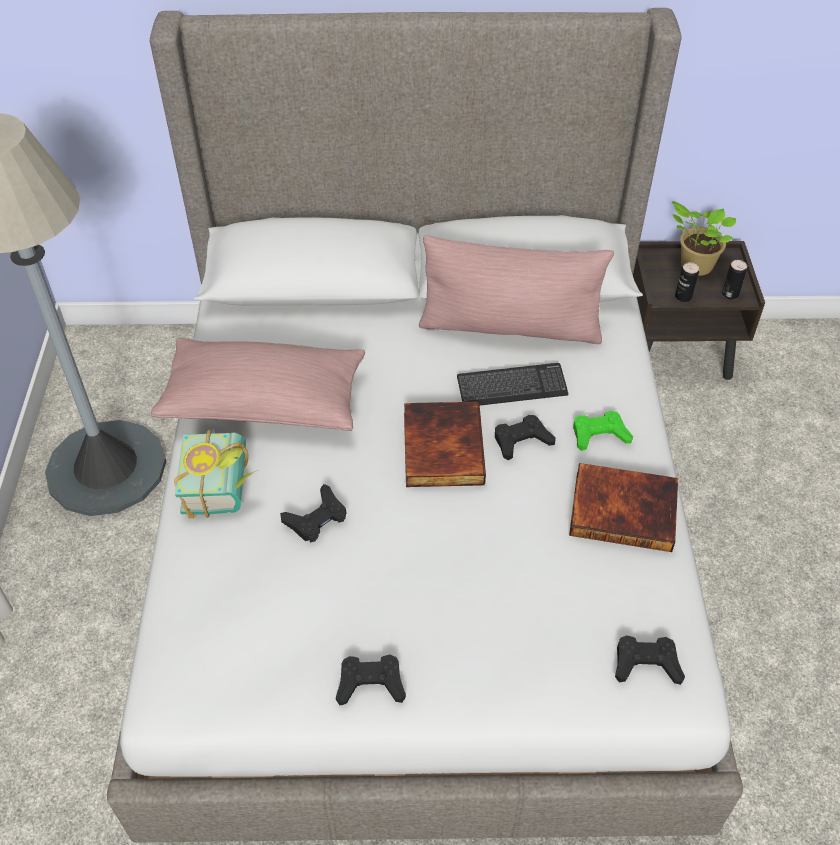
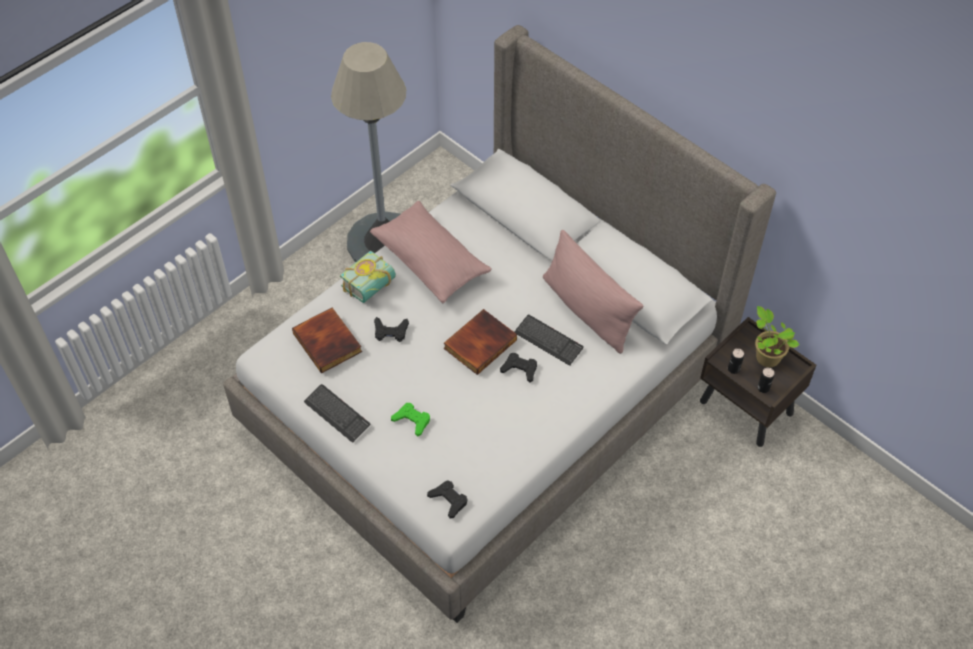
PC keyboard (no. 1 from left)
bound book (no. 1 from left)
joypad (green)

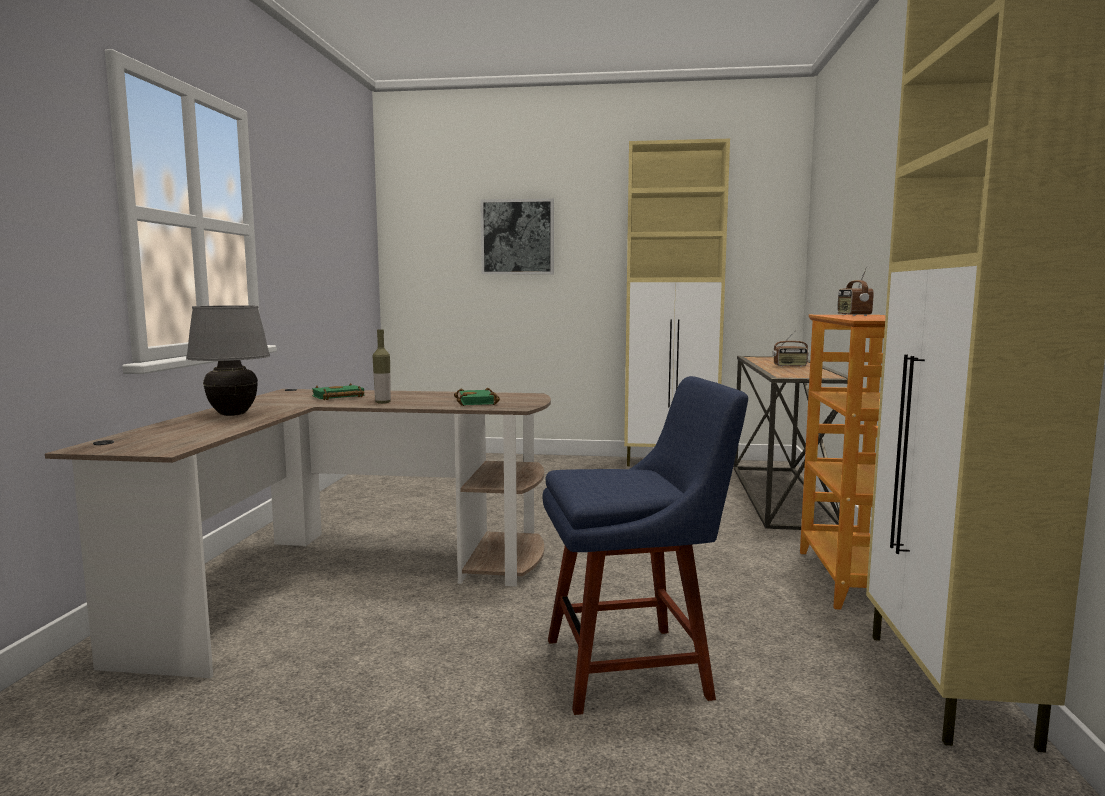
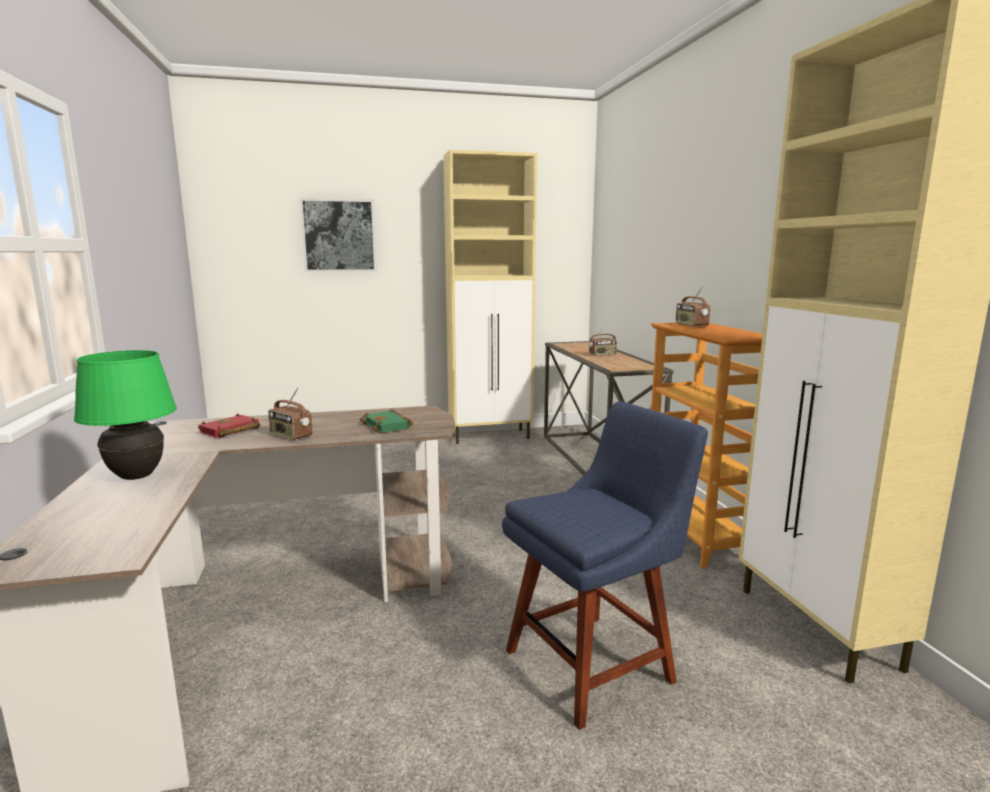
tabletop lamp (green)
bound book (red)
radio (no. 1 from left)

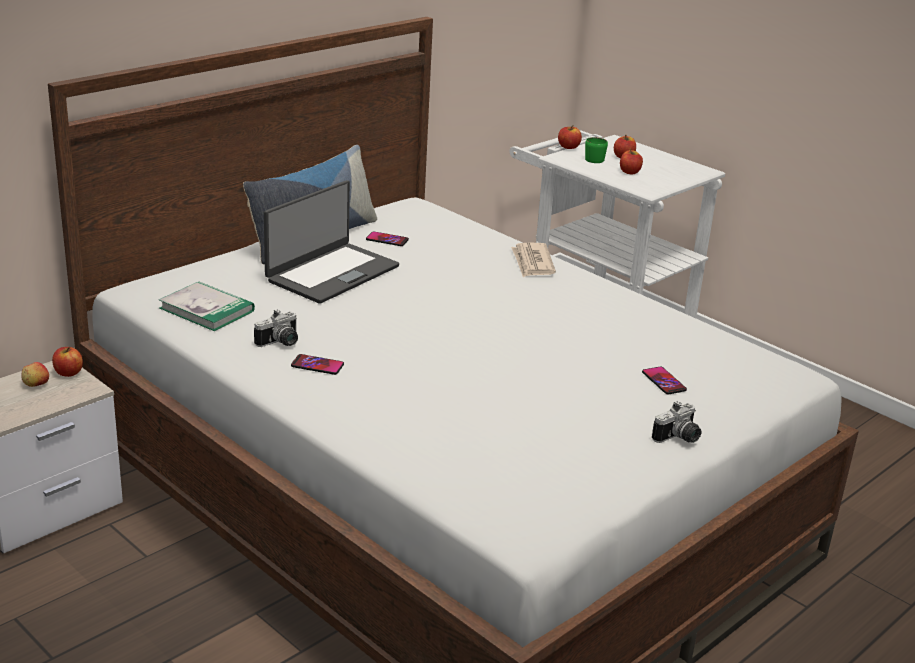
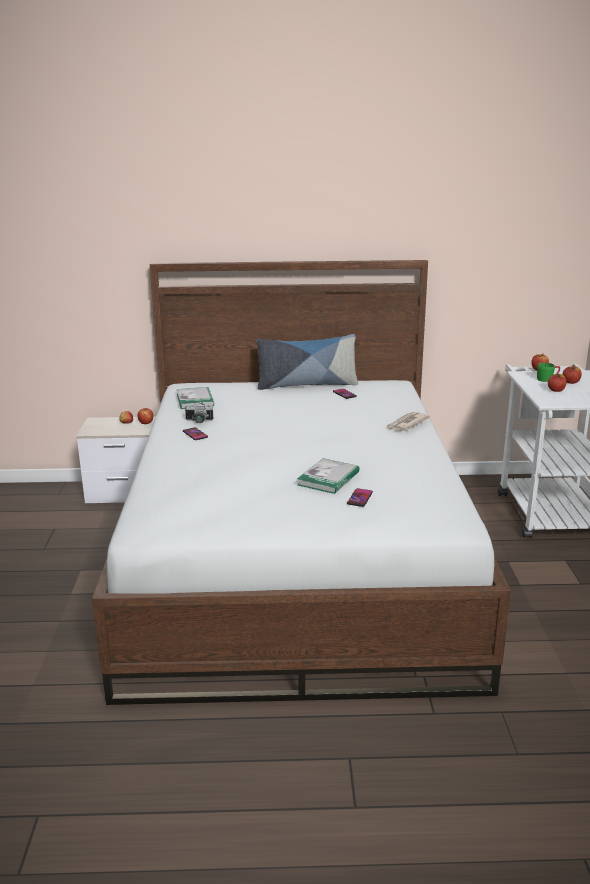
portable computer
still camera (no. 2 from left in the first image)
bound book (no. 2 from left)

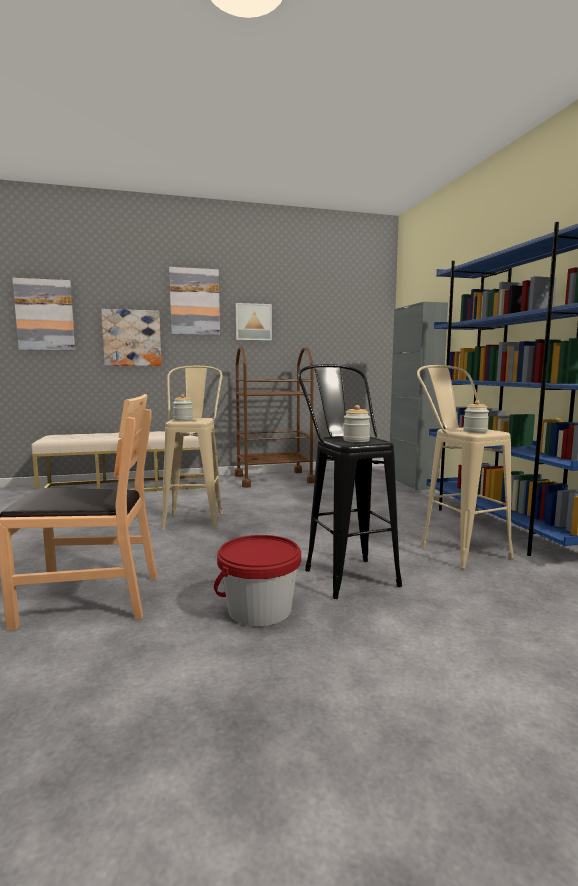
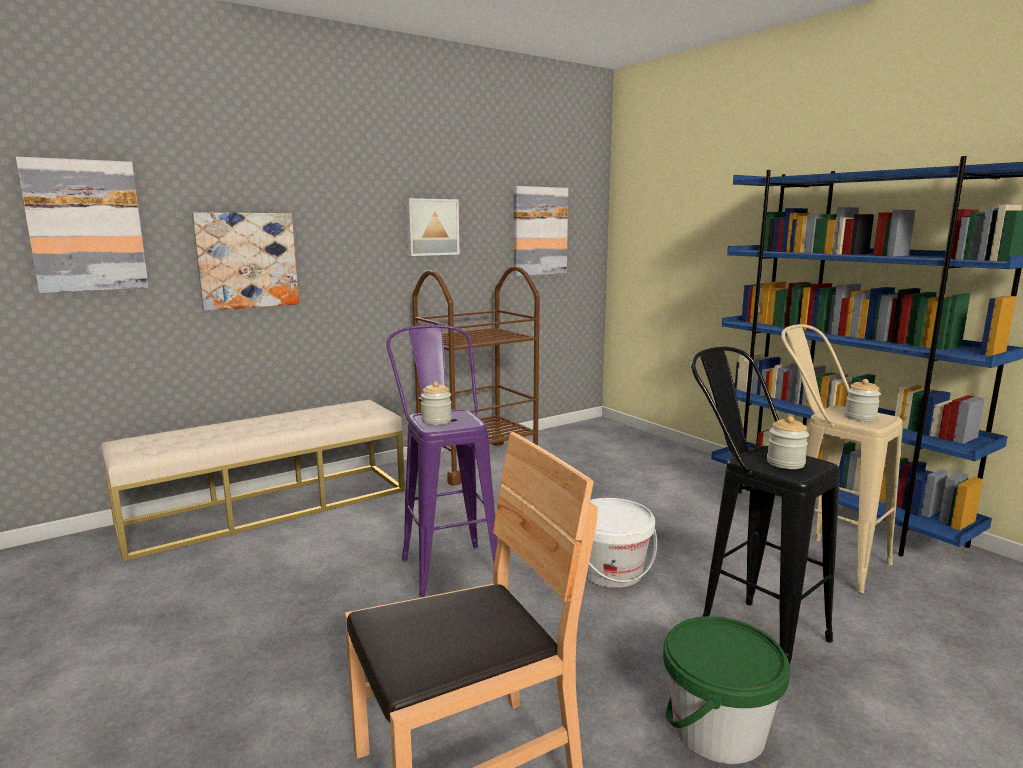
stool (purple-coloured)
wall art (no. 4 from left)
water bucket (green)
cupboard (gray)
water bucket (whitish)

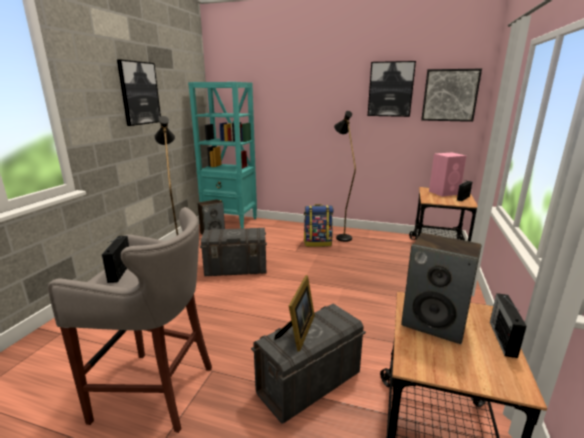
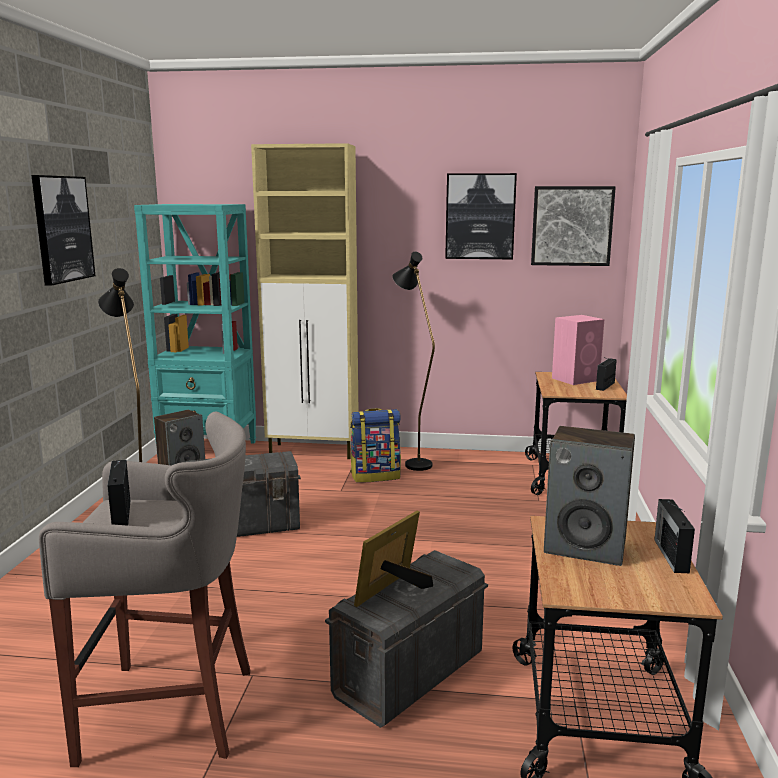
standing frame
cupboard (beige-coloured)

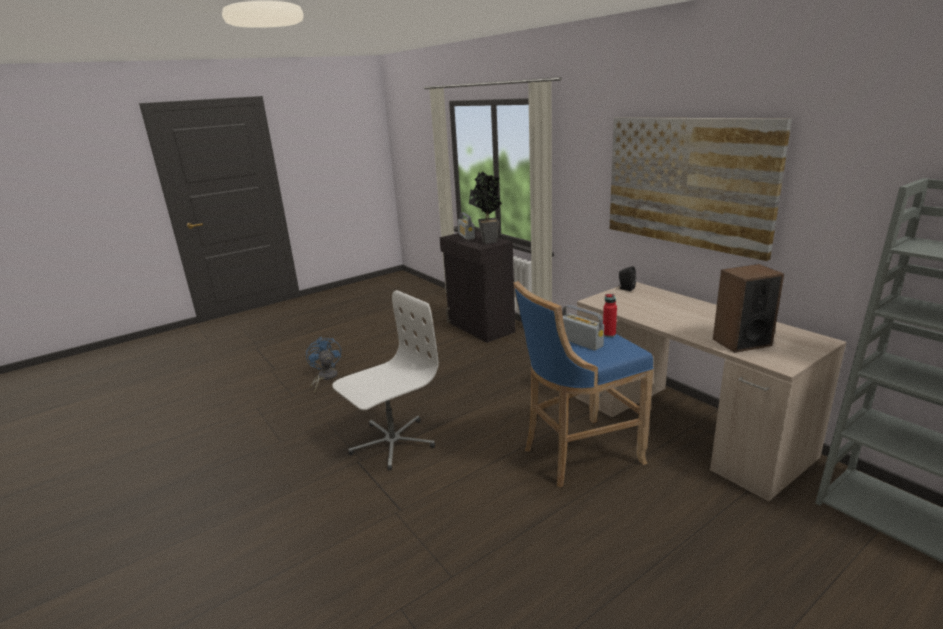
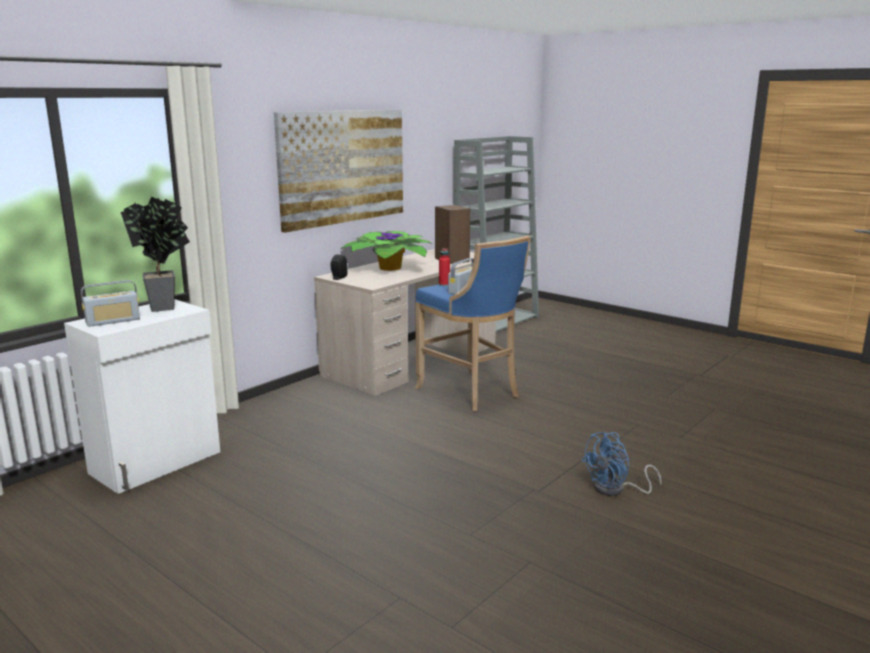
electric fan (blue)
office chair (whitish)
cupboard (whitish)
plant in a pot (no. 2 from left)

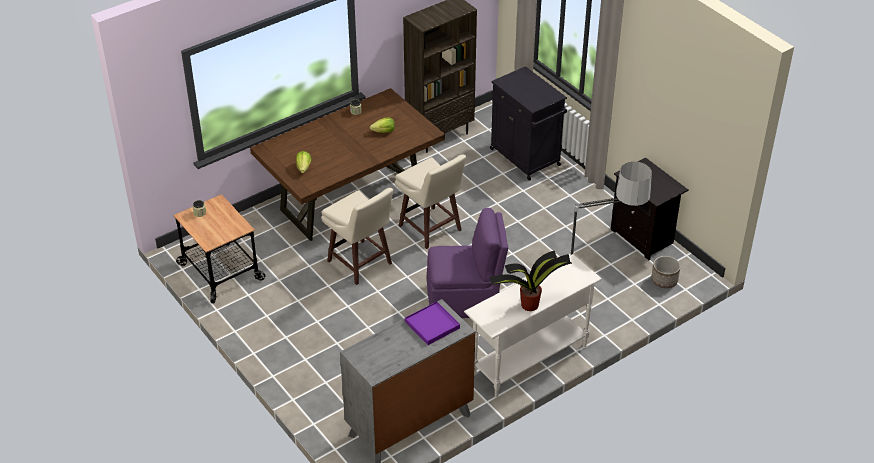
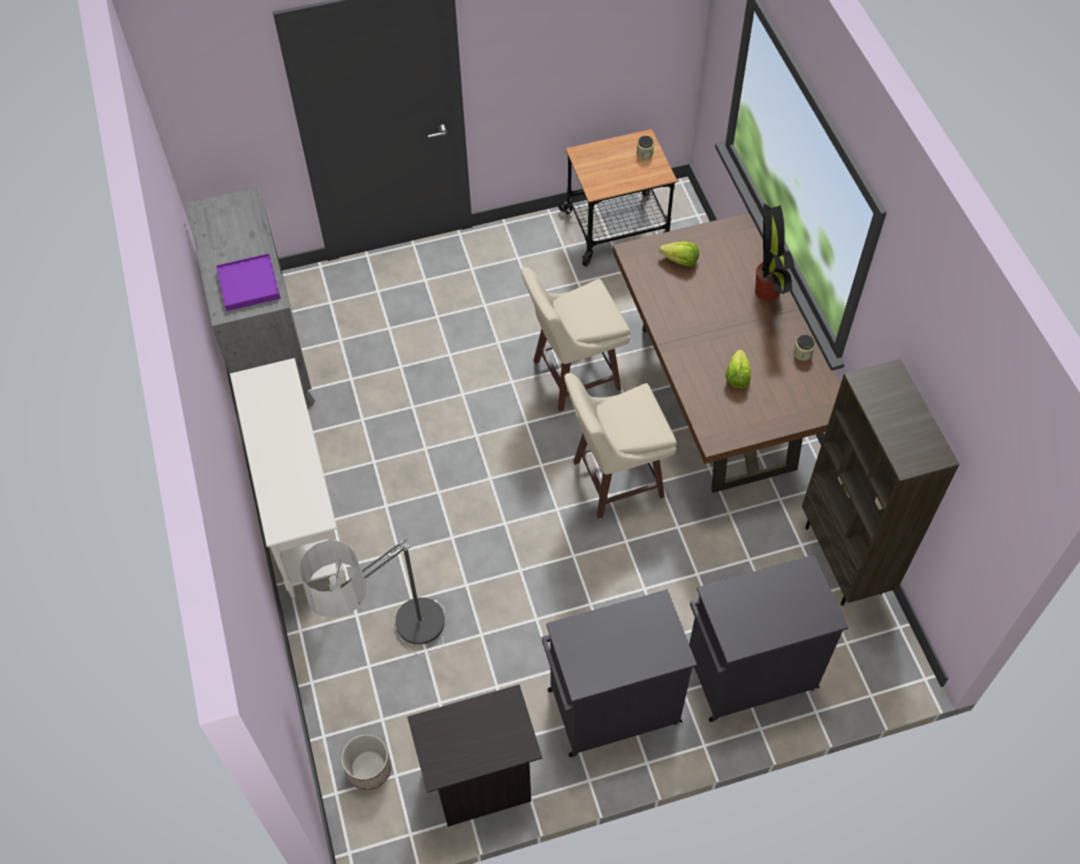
chair (purple-coloured)
plant in a pot
cupboard (blackish) (no. 1 from left)

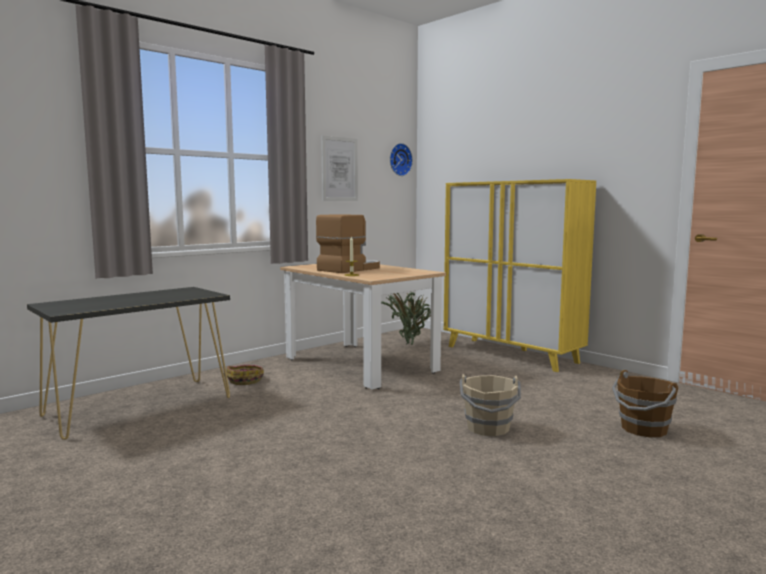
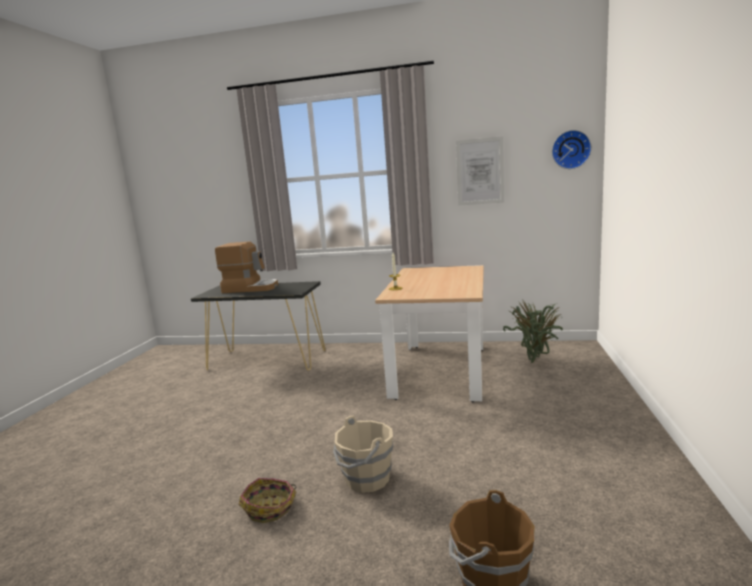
household basket
coffee brewer
cupboard (yellowish)

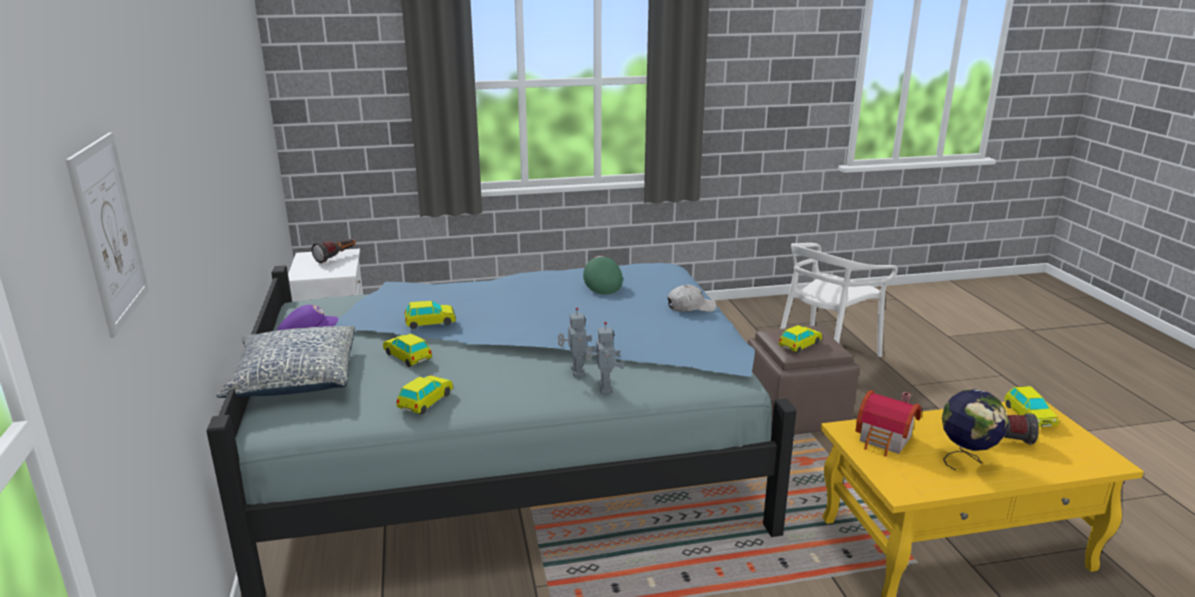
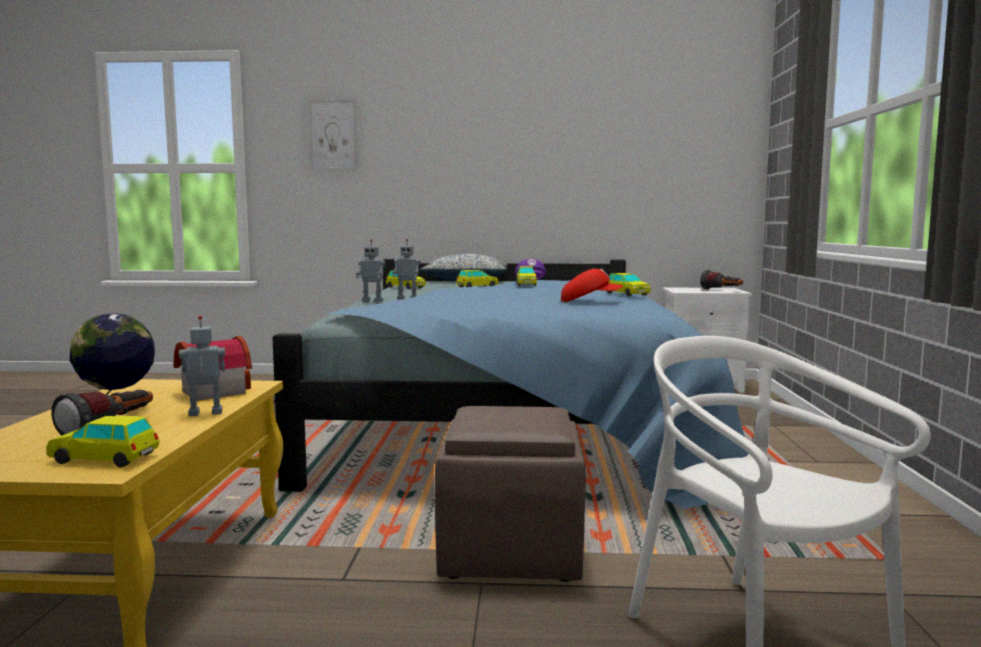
cap (red)
cap (whitish)
toy car (no. 5 from left)
model robot (no. 1 from left)

